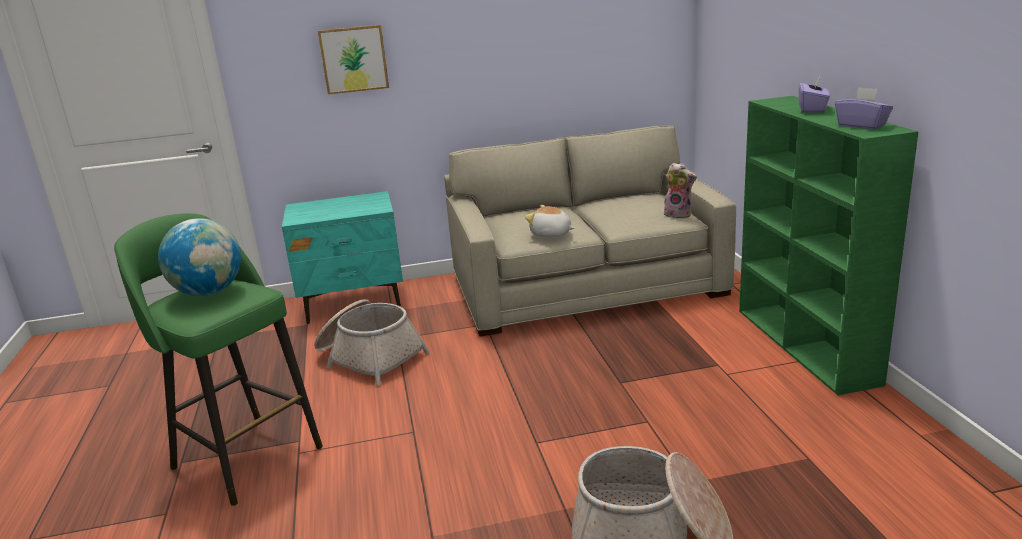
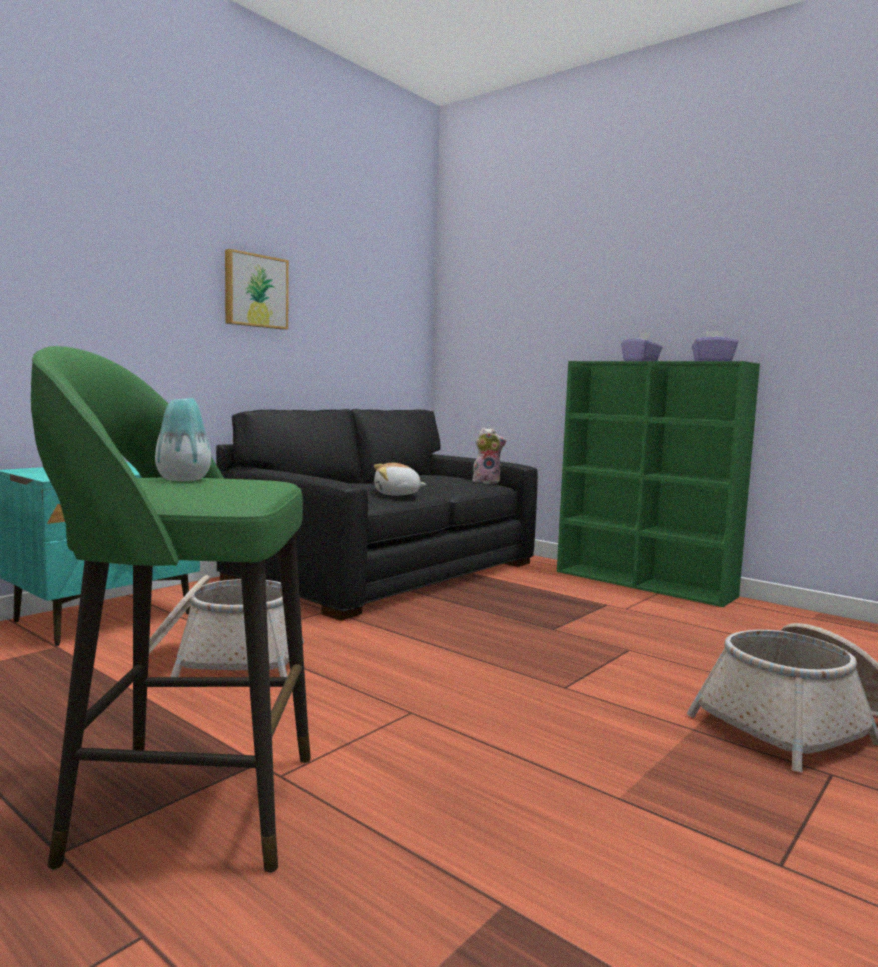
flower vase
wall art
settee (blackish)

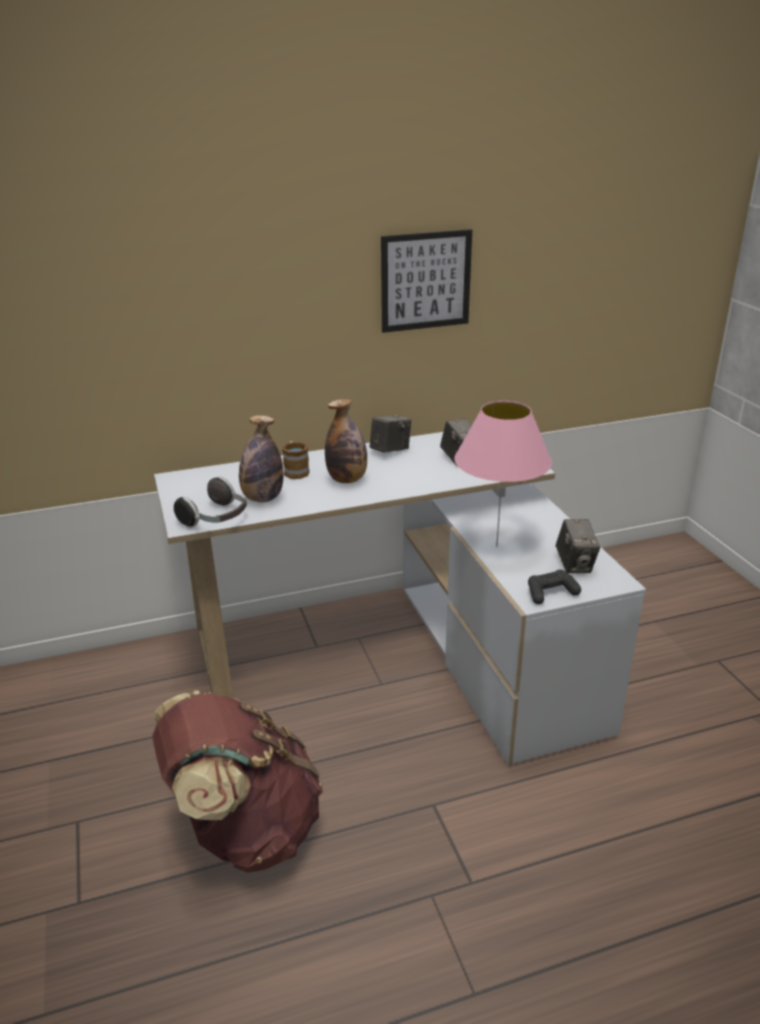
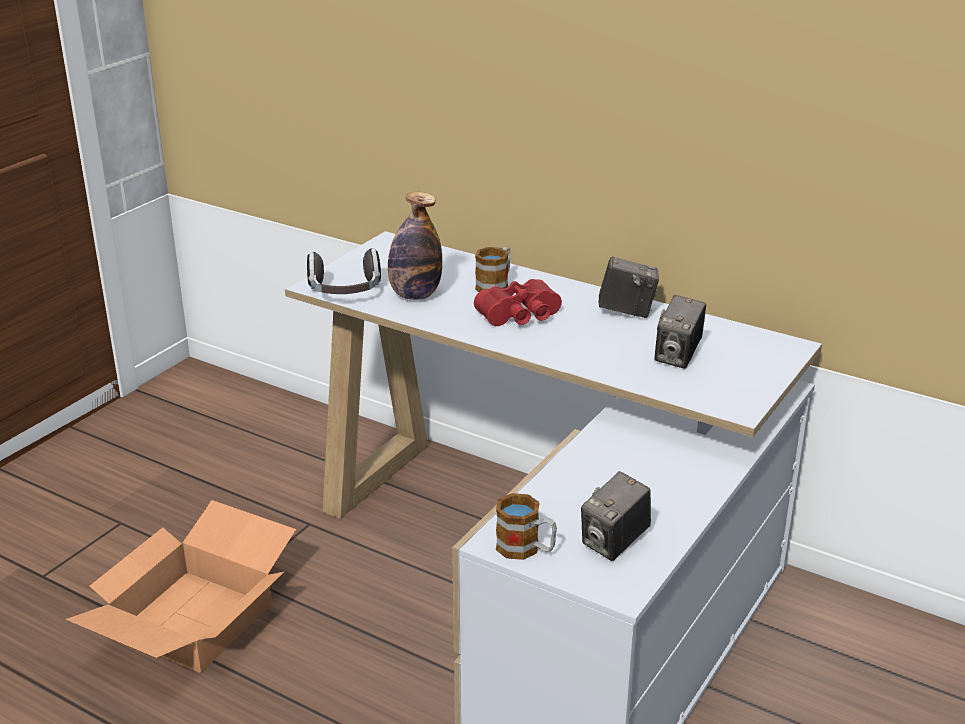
packing box
pair of binoculars (red)
wall art
tabletop lamp (pinkish)
tea mug (no. 2 from left)

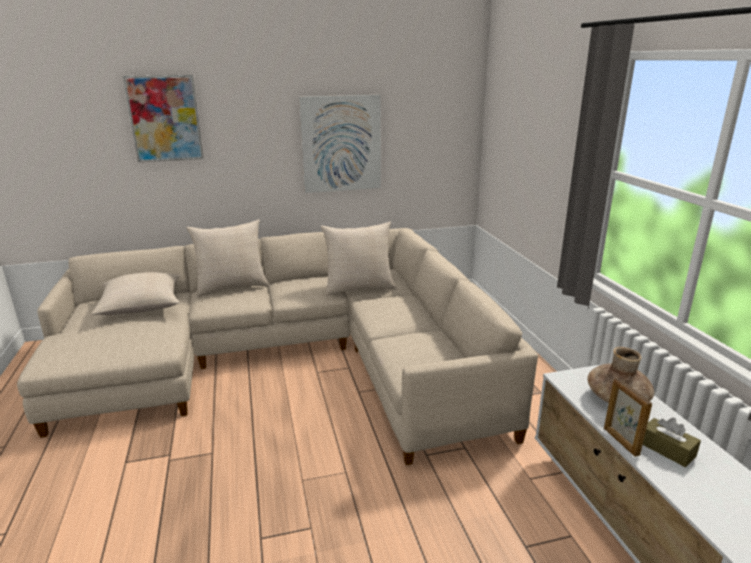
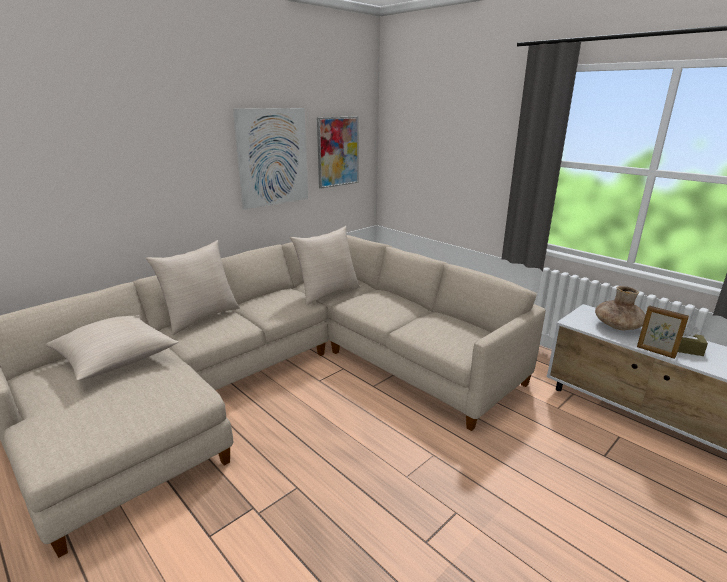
wall art (no. 2 from left)

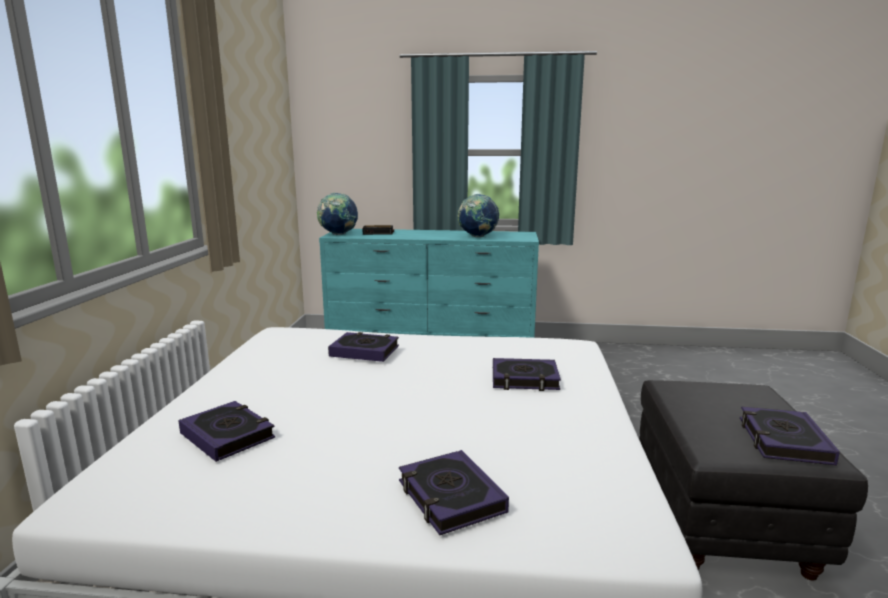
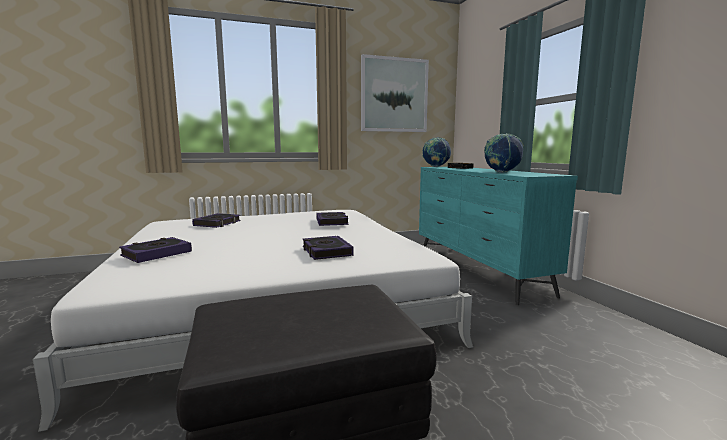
bound book (no. 5 from left in the first image)
wall art

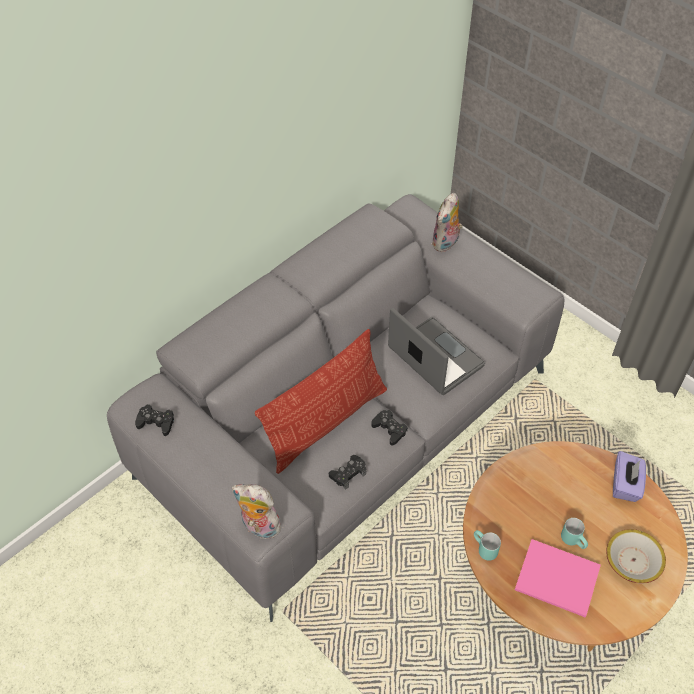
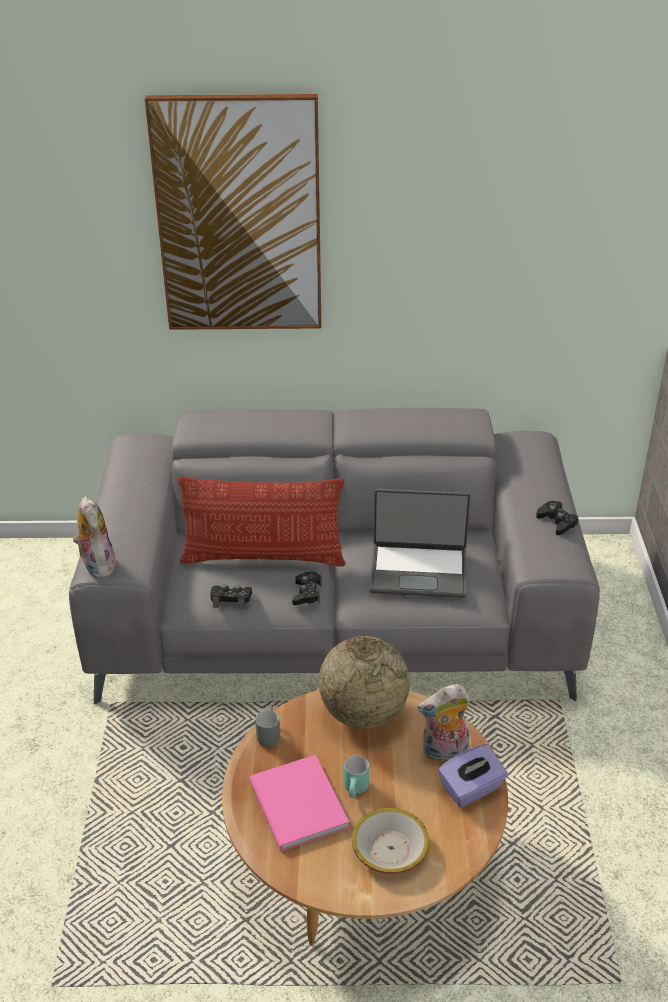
joypad (blackish) (no. 3 from left)
portable computer
soft toy (no. 2 from left)
tea mug (gray)
wall art
globe

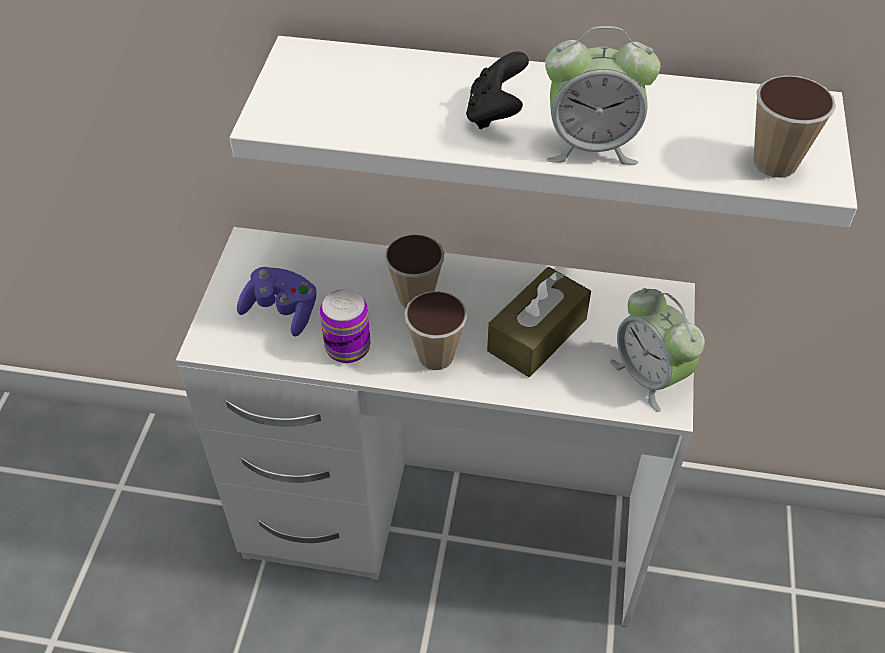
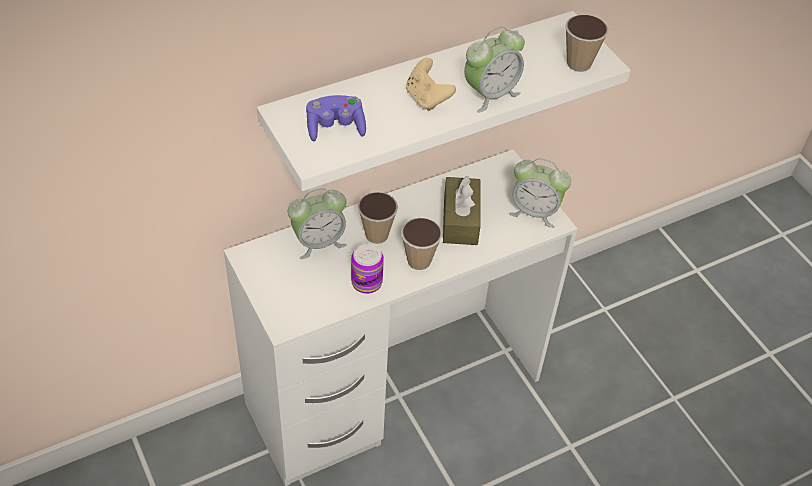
joypad (purple-coloured)
joypad (beige-coloured)
alarm clock (no. 1 from left)

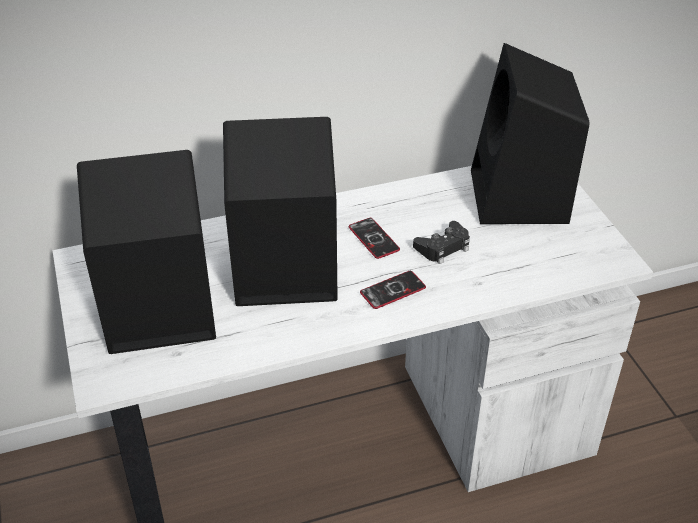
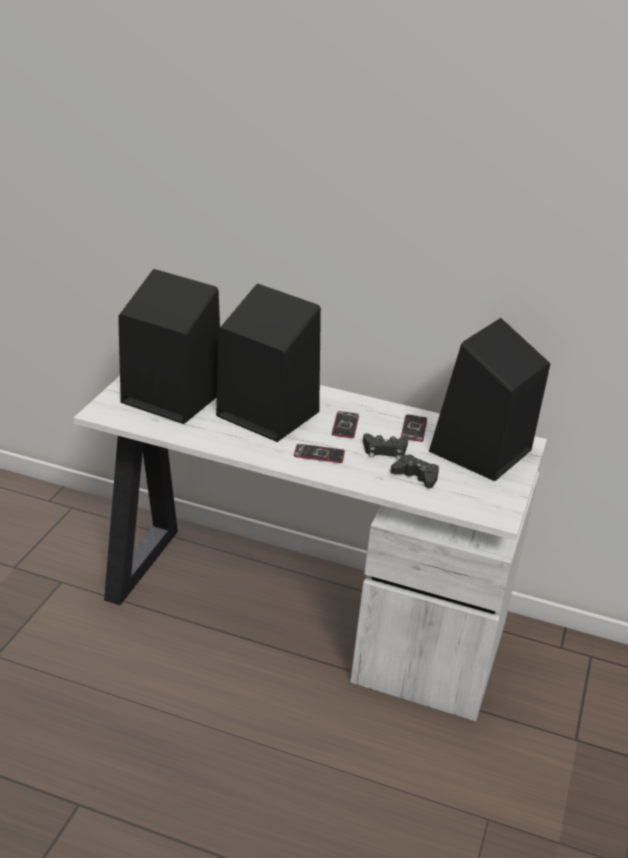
joypad (blackish) (no. 2 from left)
phone (no. 3 from left)

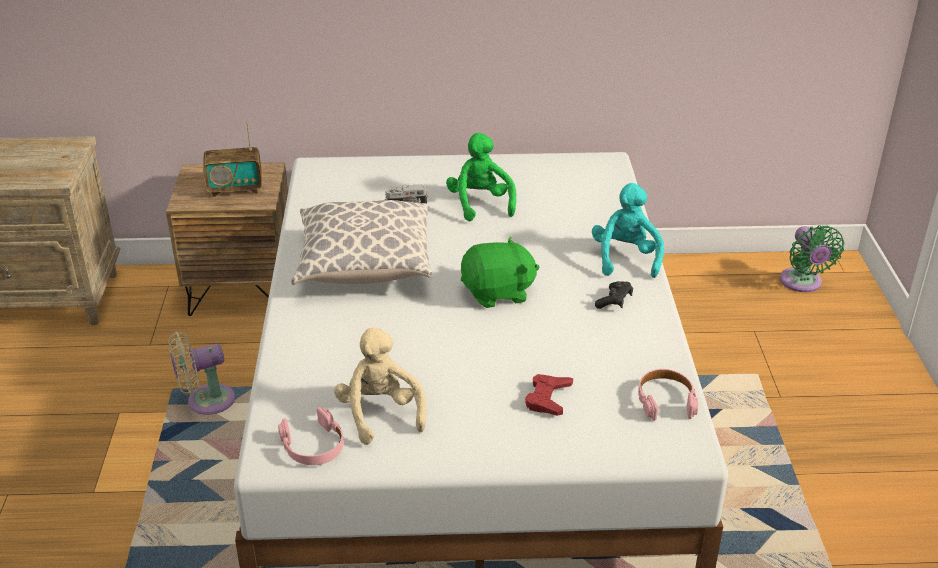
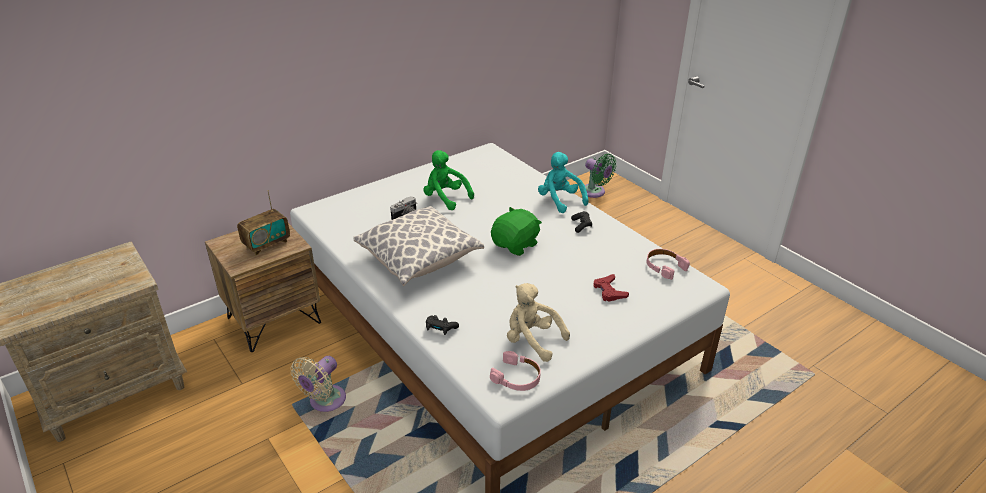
joypad (blackish) (no. 1 from left)

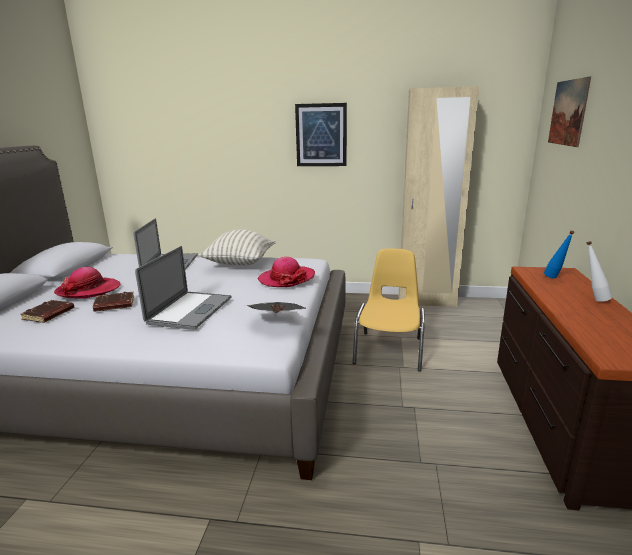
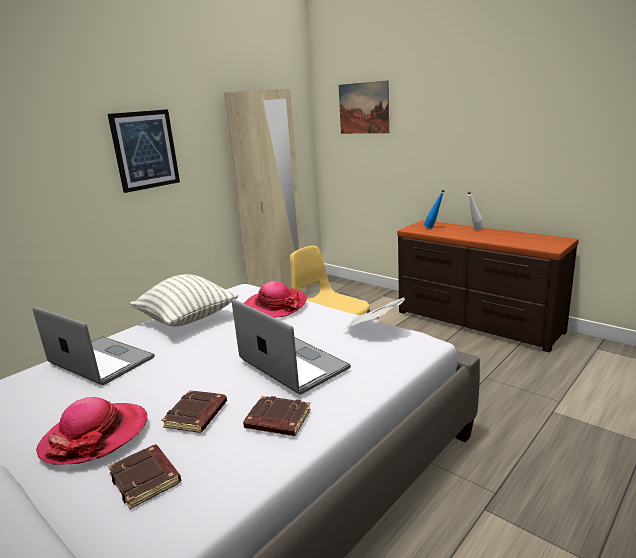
bound book (brownish) (no. 3 from left)

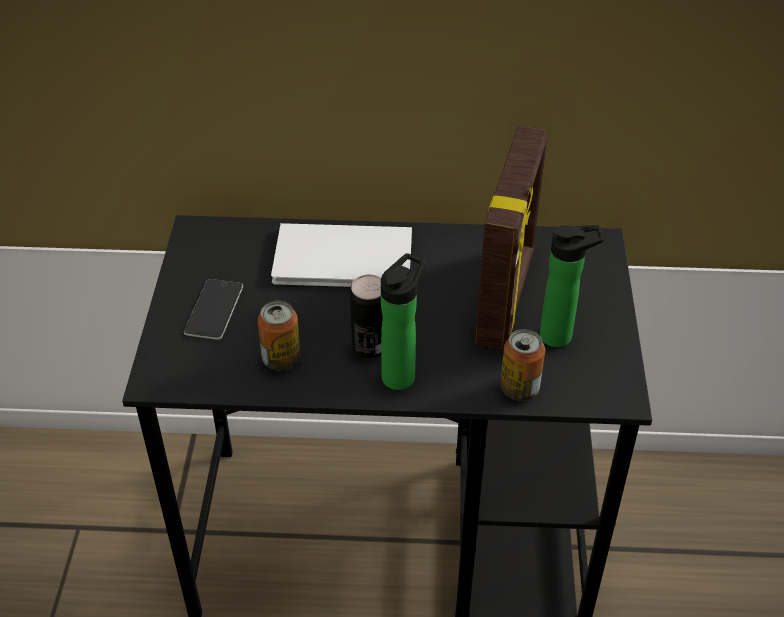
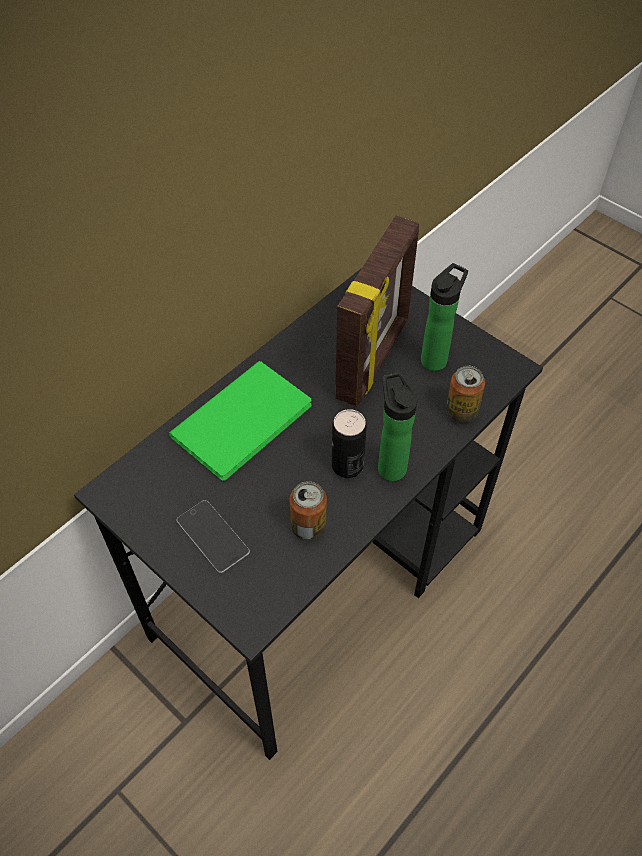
bound book (green)
standing frame

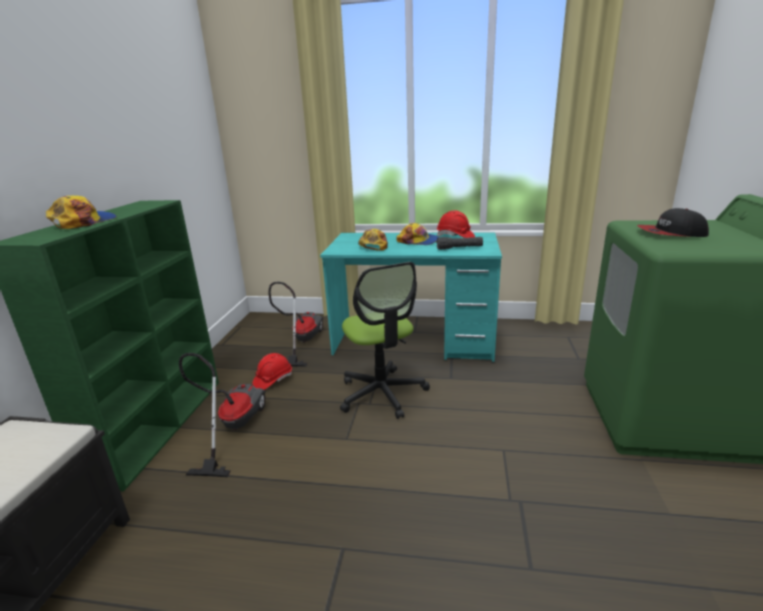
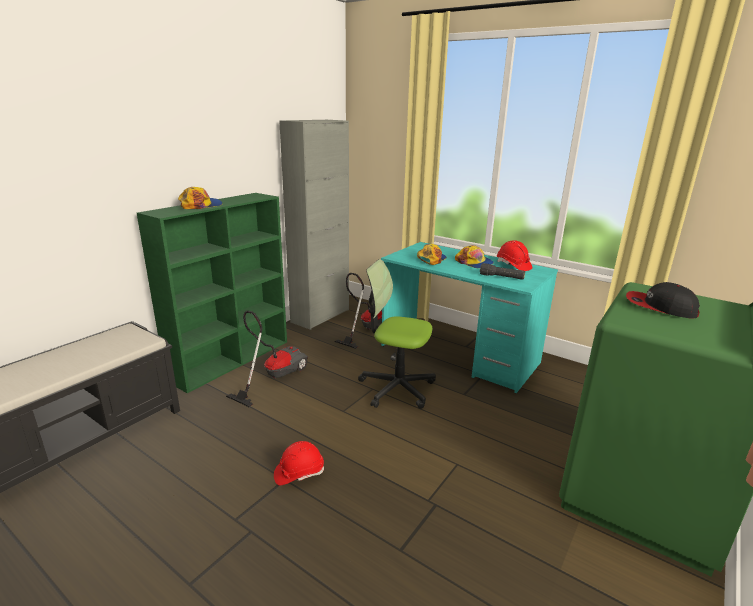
work helmet (red) (no. 1 from left)
office chair
cupboard (gray)

